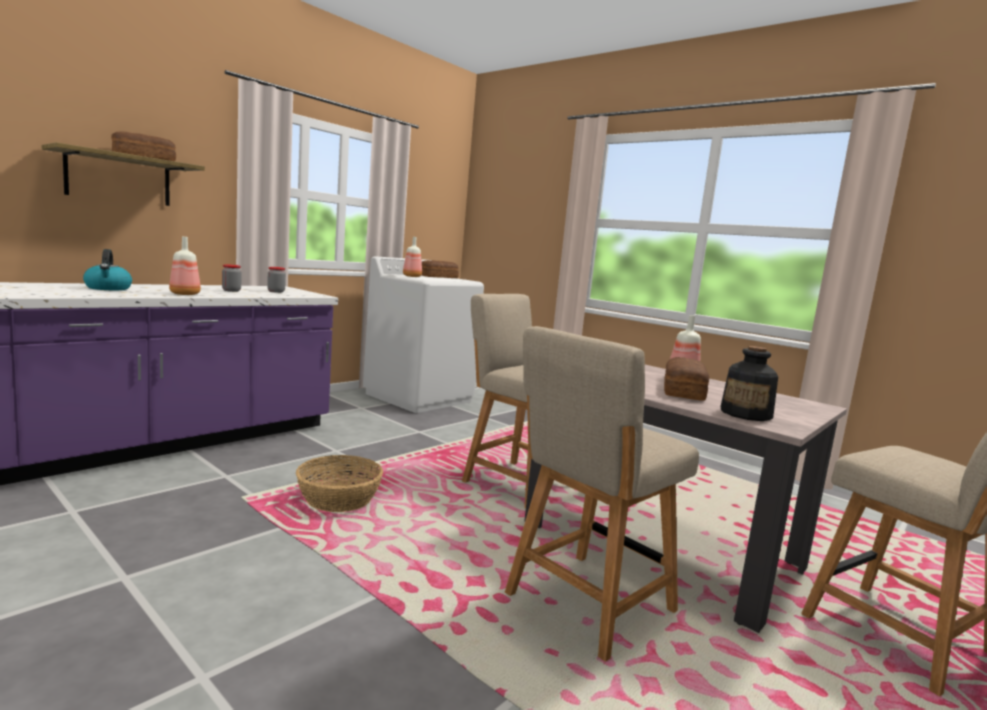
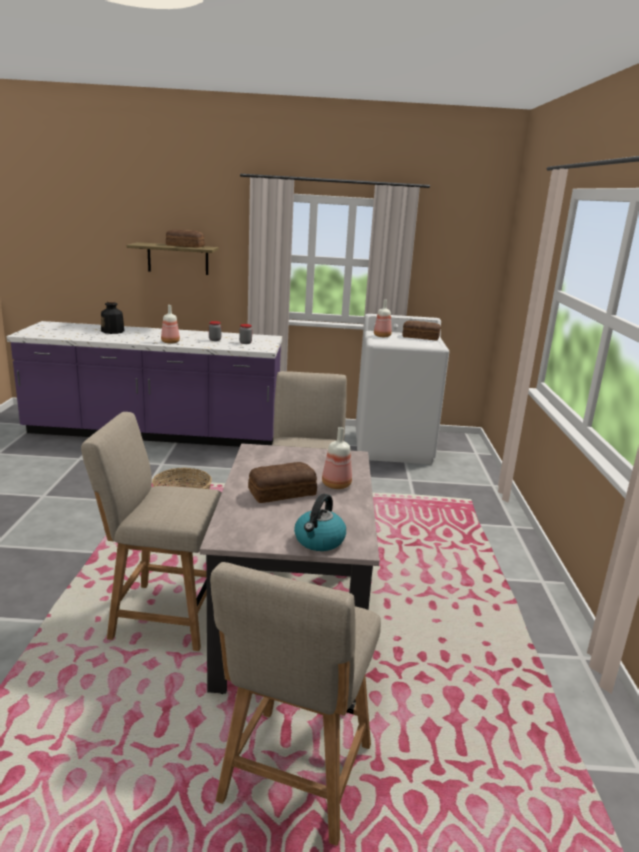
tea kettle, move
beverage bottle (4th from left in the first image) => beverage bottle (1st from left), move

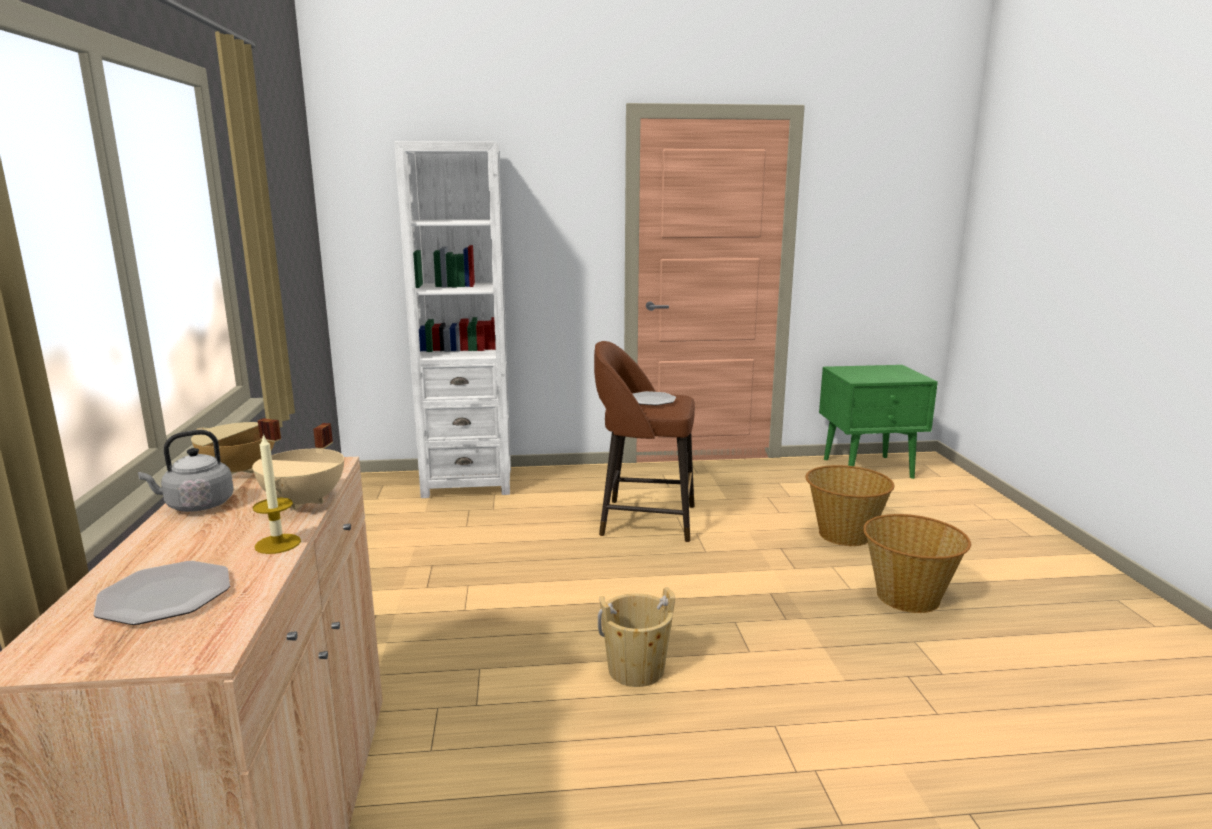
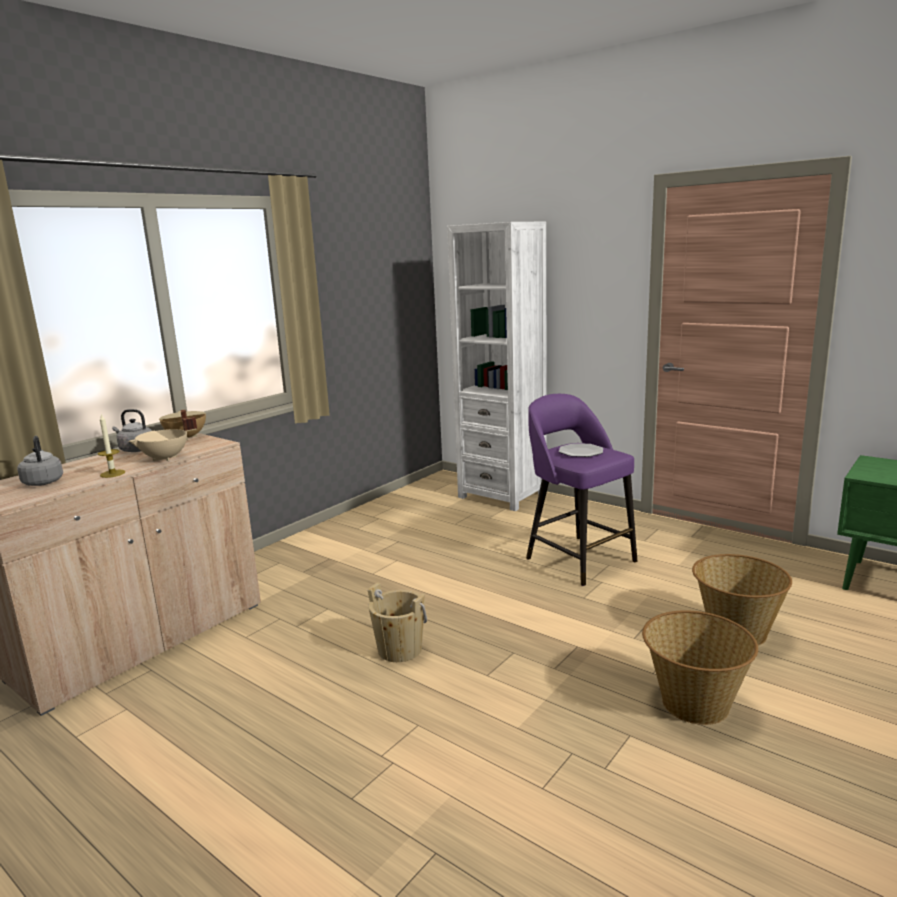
flat dish (1st from left) => tea kettle in grey (1st from left)
sitting stool in brownish => sitting stool in purplish

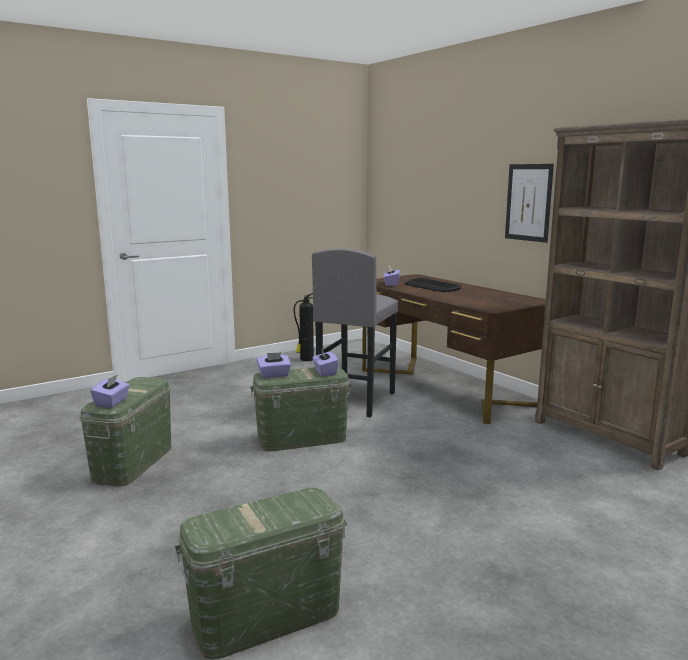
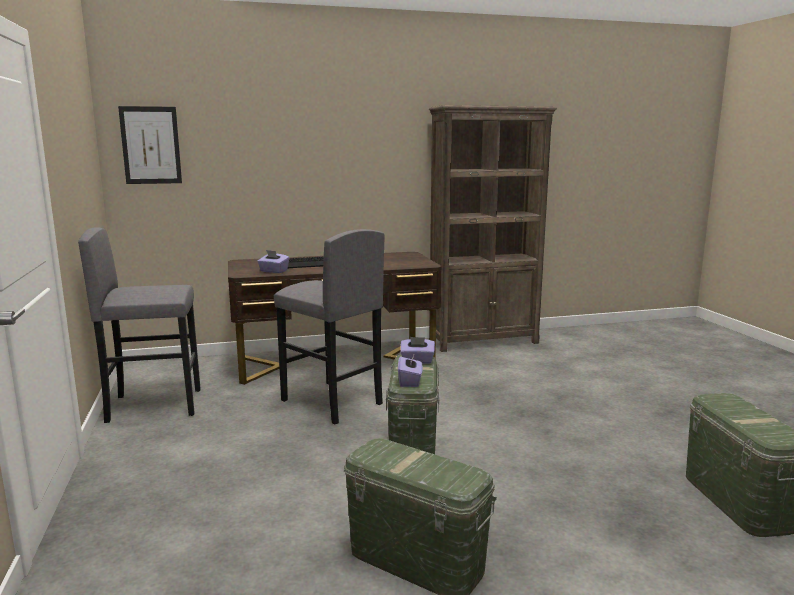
tissue box in purplish (1st from left) => nothing
picture, move
fire extinguisher => sitting stool in grey (1st from left)

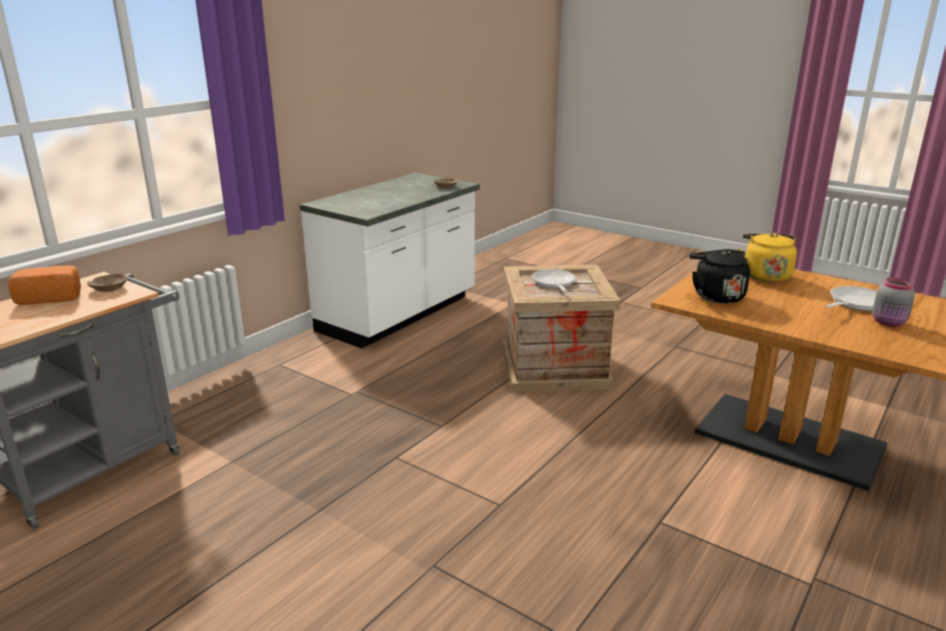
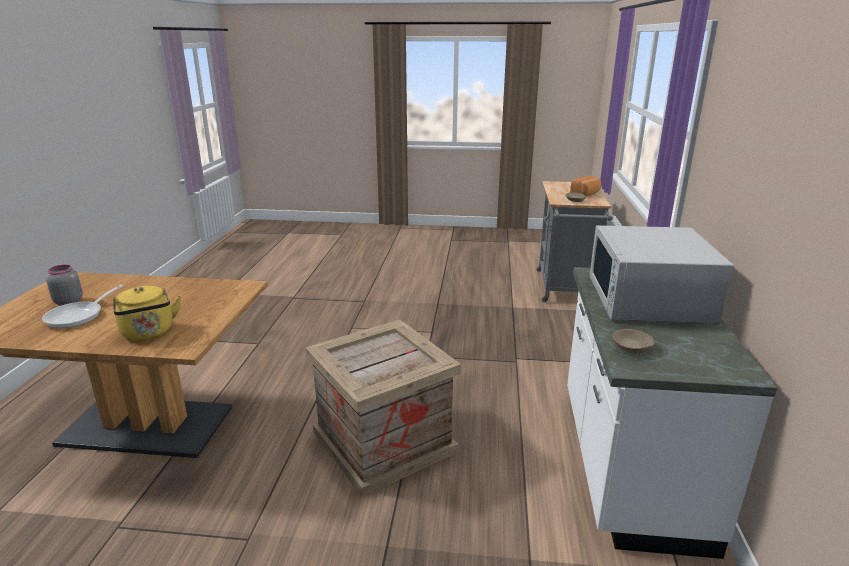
frying pan (1st from left) => nothing
tea kettle in blackish => nothing
nothing => kitchen microwave in white

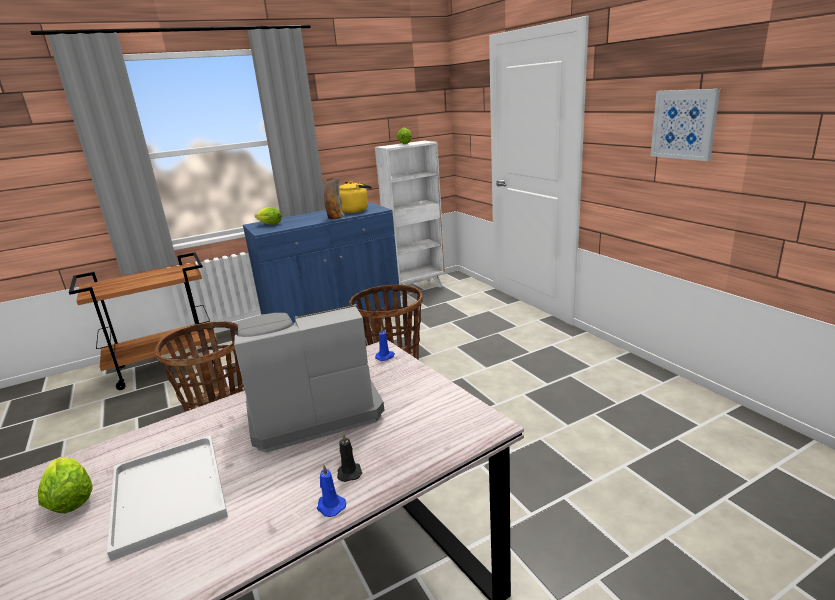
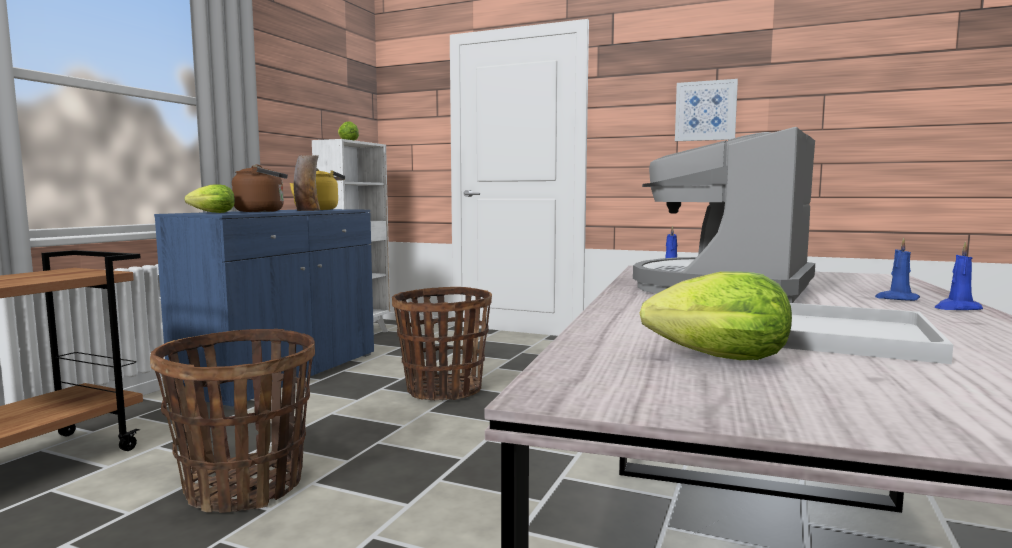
nothing => tea kettle in brownish
candle in blackish => candle in bluish (2nd from left)

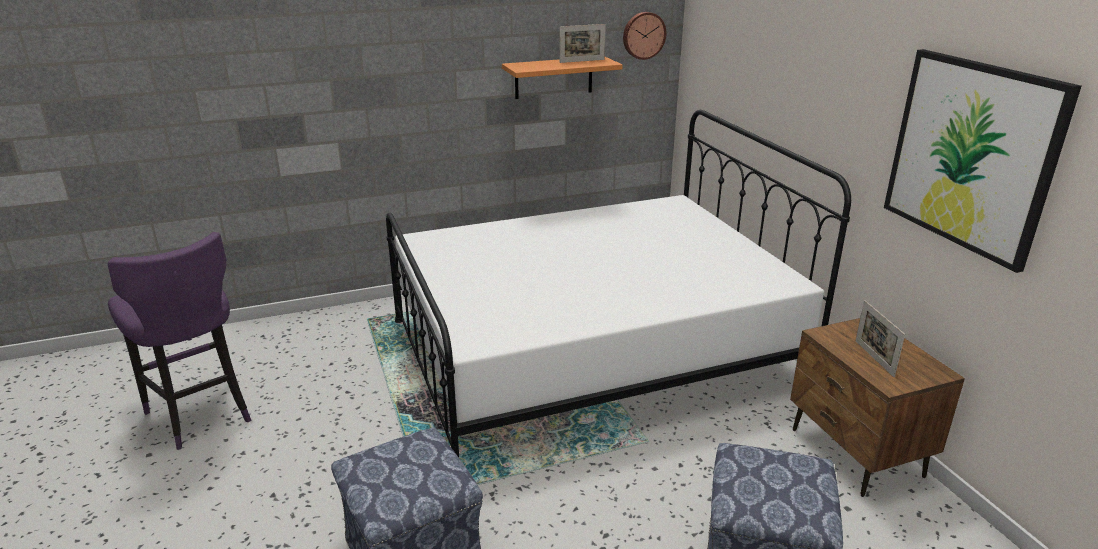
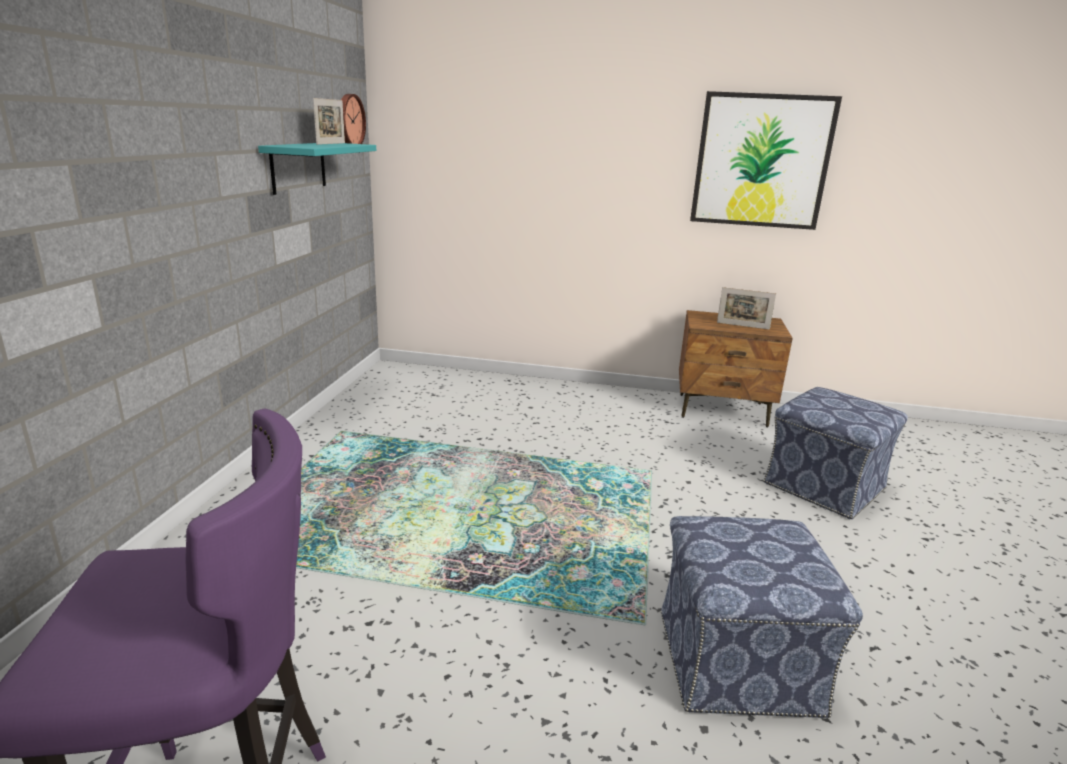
sleeping bed in white => nothing
wall shelf in orange => wall shelf in turquoise-coloured

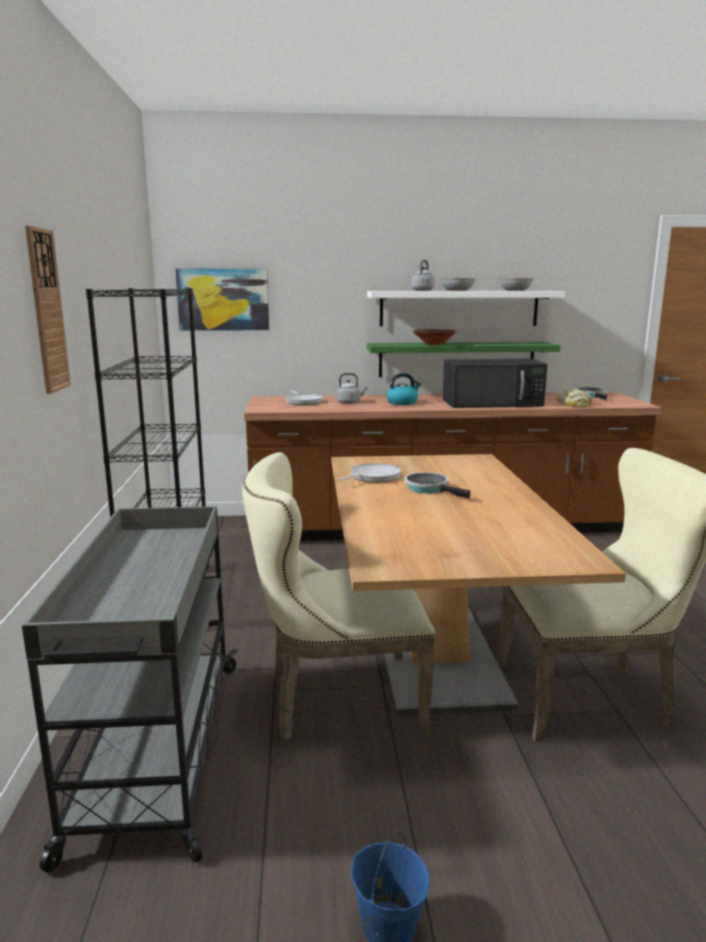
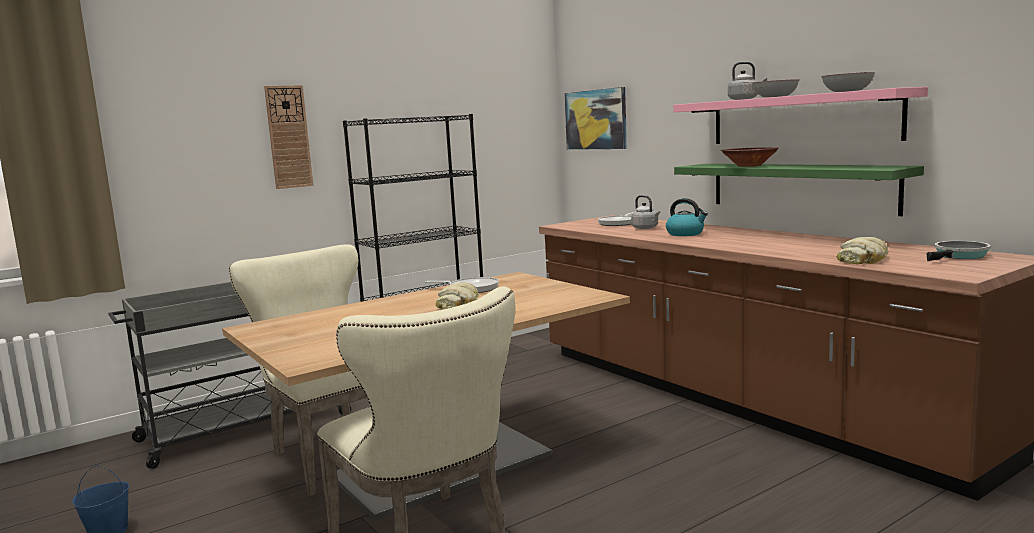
kitchen microwave in blackish => nothing
frying pan (3rd from left) => bread (1st from left)
wall shelf in white => wall shelf in pink

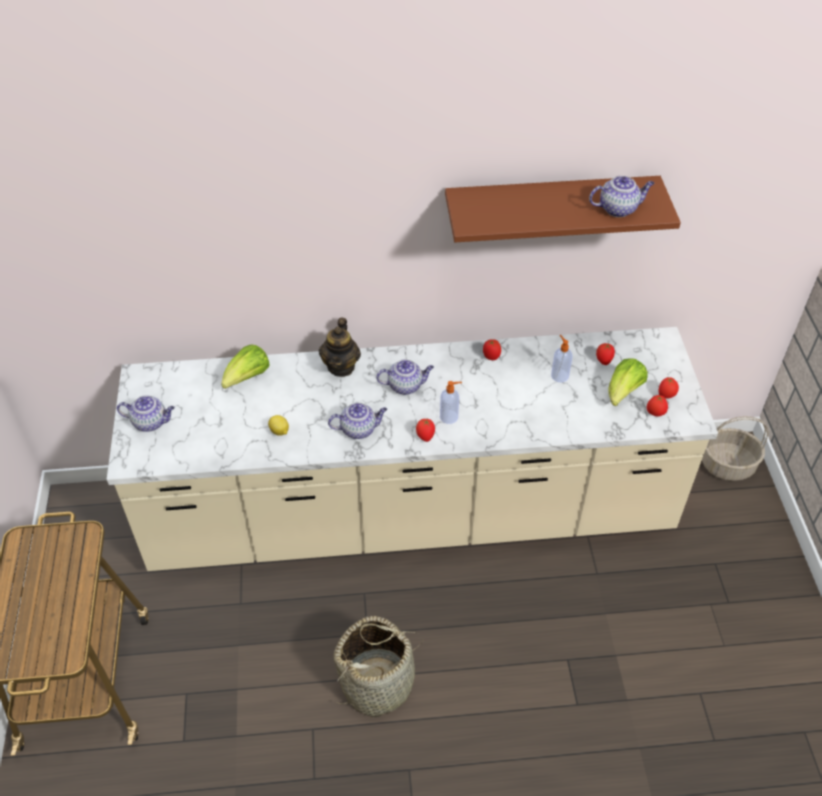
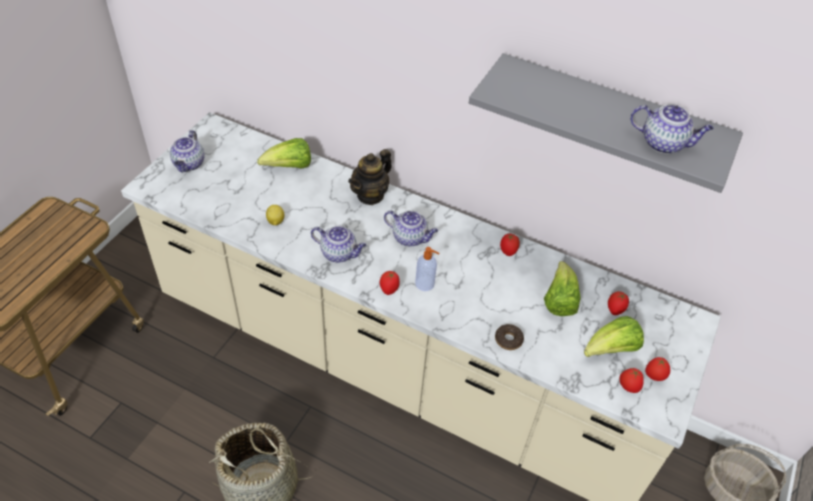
nothing => ring doughnut
soap dispenser (2nd from left) => lettuce (2nd from left)
wall shelf in brownish => wall shelf in grey
pot for tea (1st from left), 60 degrees clockwise

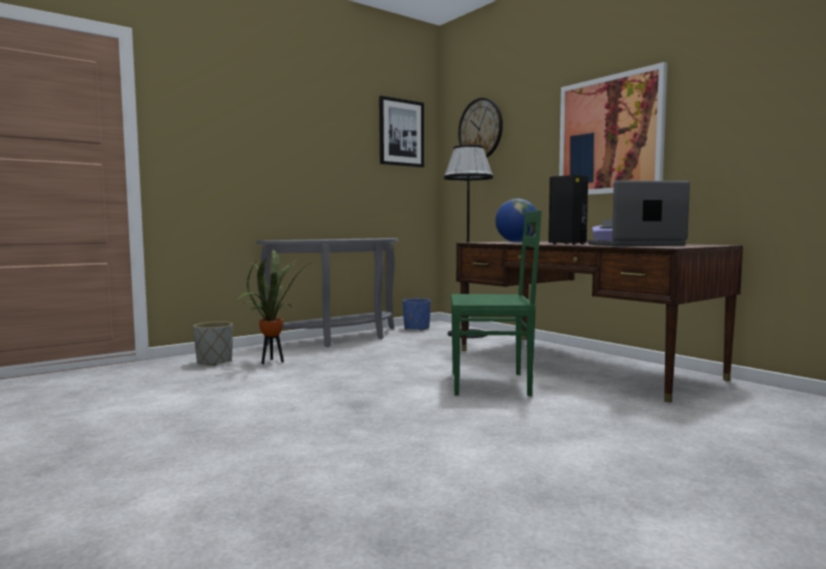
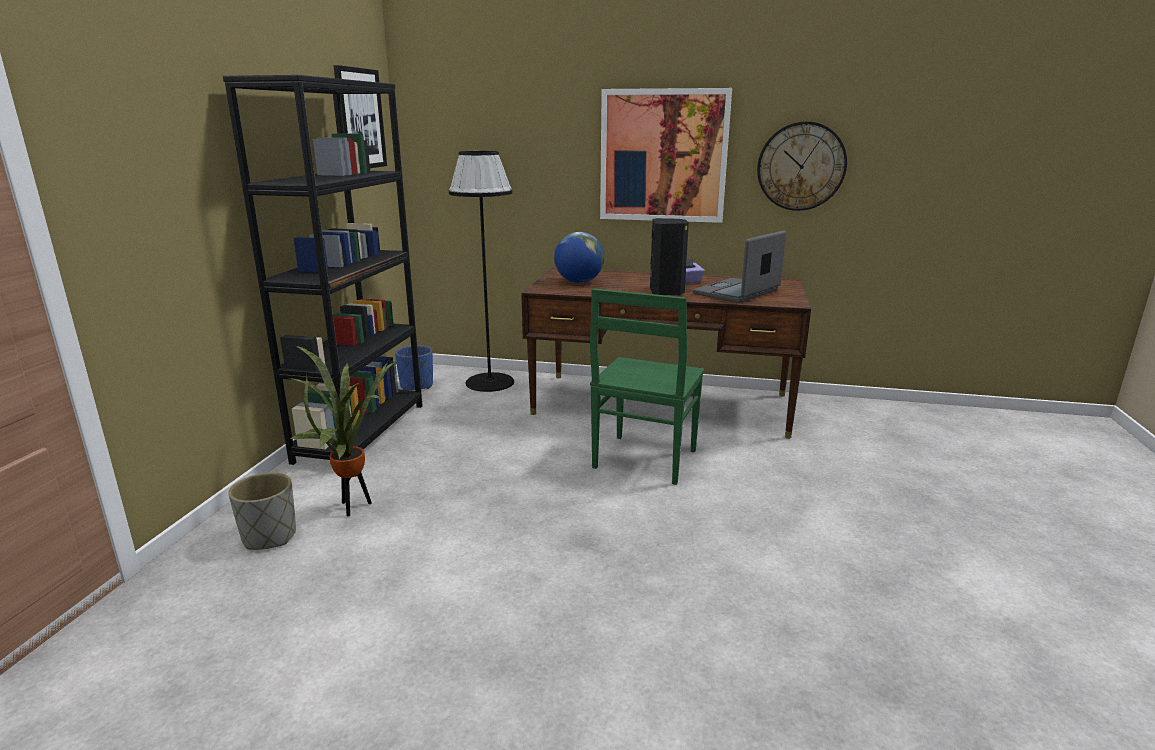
wall clock, move
hall table in grey => bookshelf in blackish
plain chair in green, 150 degrees clockwise

